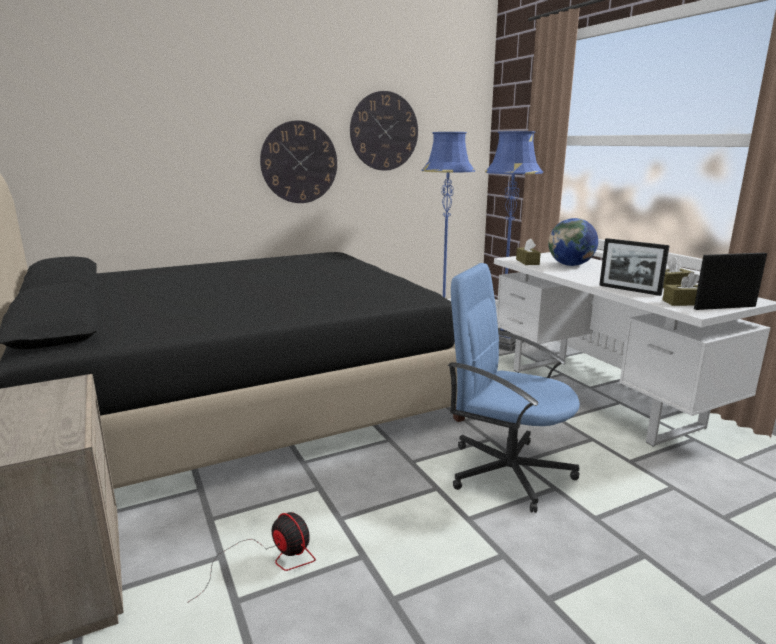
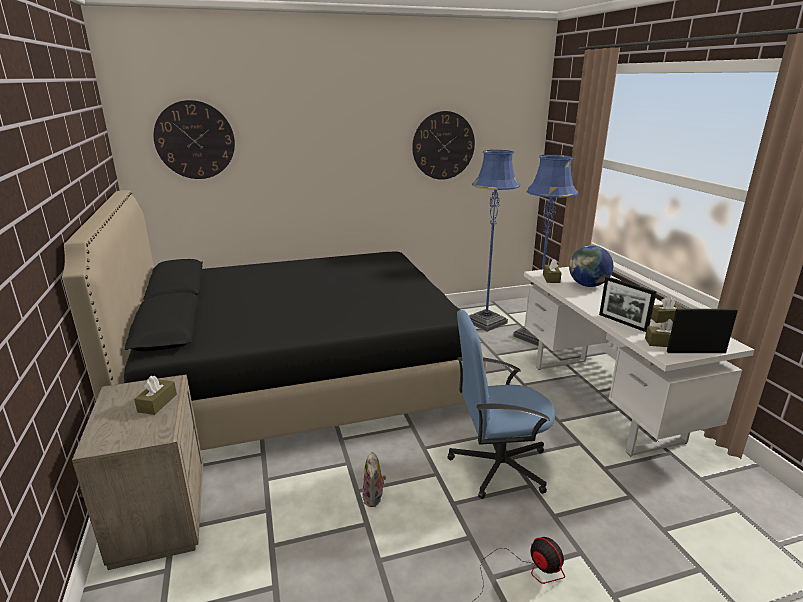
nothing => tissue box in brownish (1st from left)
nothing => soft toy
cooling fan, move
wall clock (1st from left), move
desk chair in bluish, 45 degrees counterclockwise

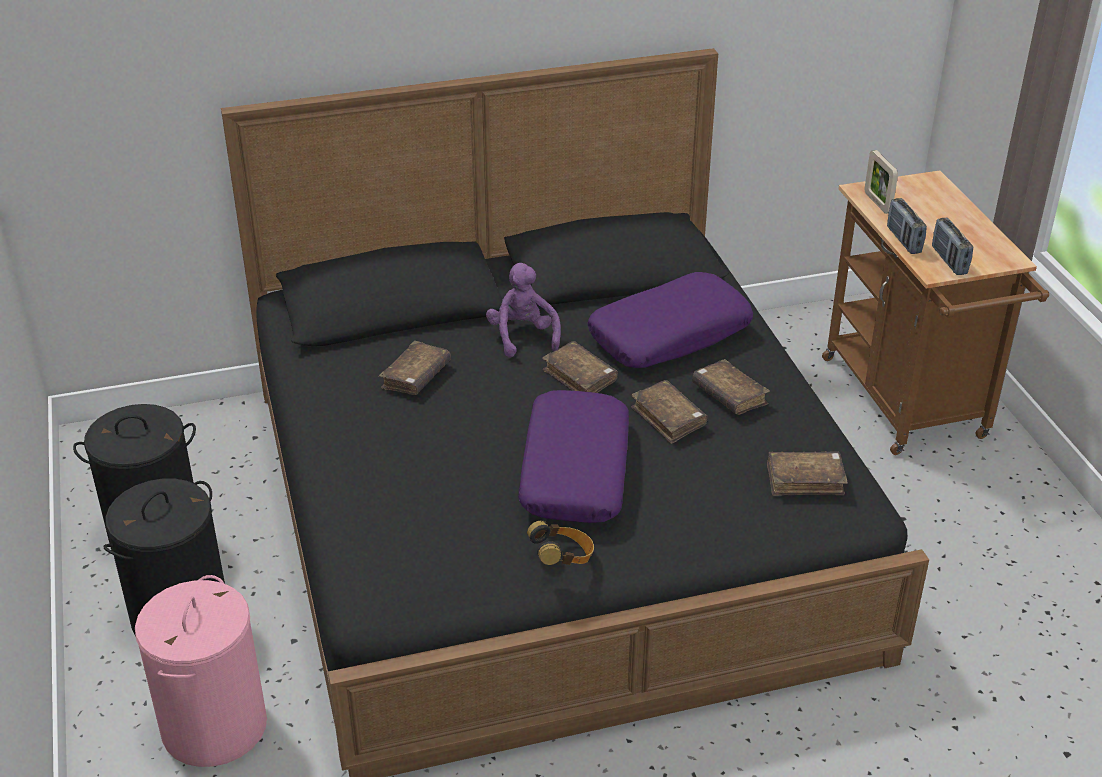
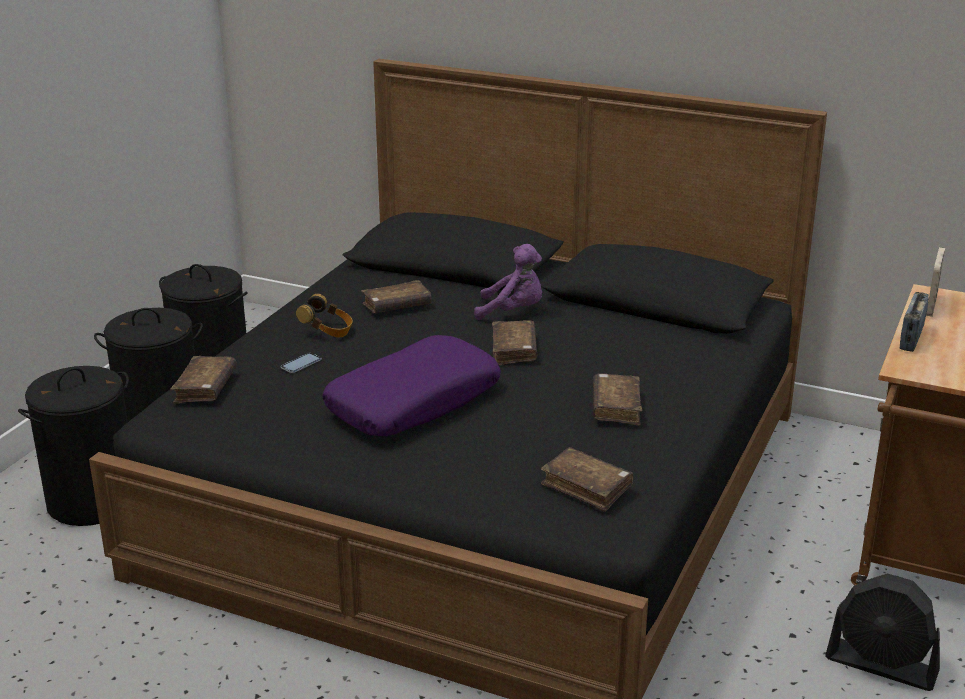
pillow in purplish (2nd from left) => nothing
radio set (2nd from left) => nothing
nothing => handset
nothing => cooling fan in blackish
headphones, move
volume in brownish (3rd from left in the first image) => volume in brownish (1st from left), move
laundry basket in pink => laundry basket in blackish (1st from left)
soft toy in purplish, 75 degrees clockwise

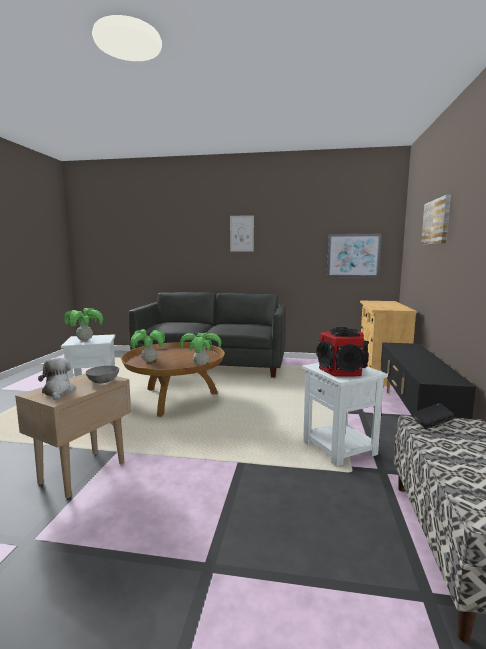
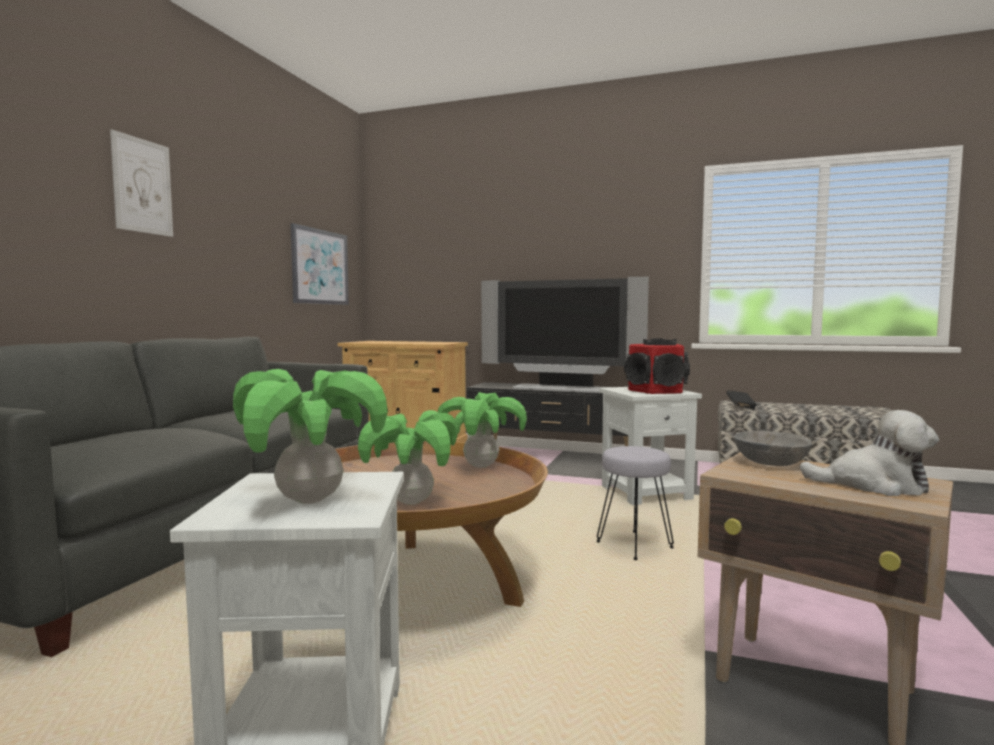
picture (3rd from left) => nothing
nothing => television
nothing => sitting stool in grey
soft toy, 150 degrees counterclockwise

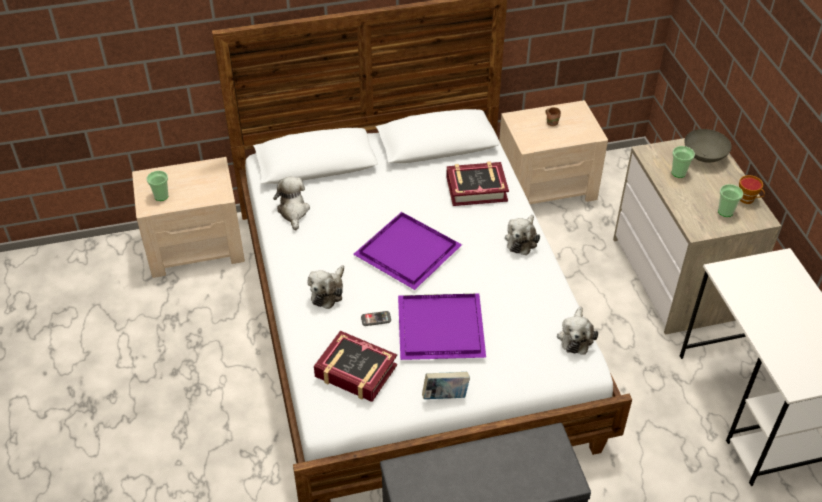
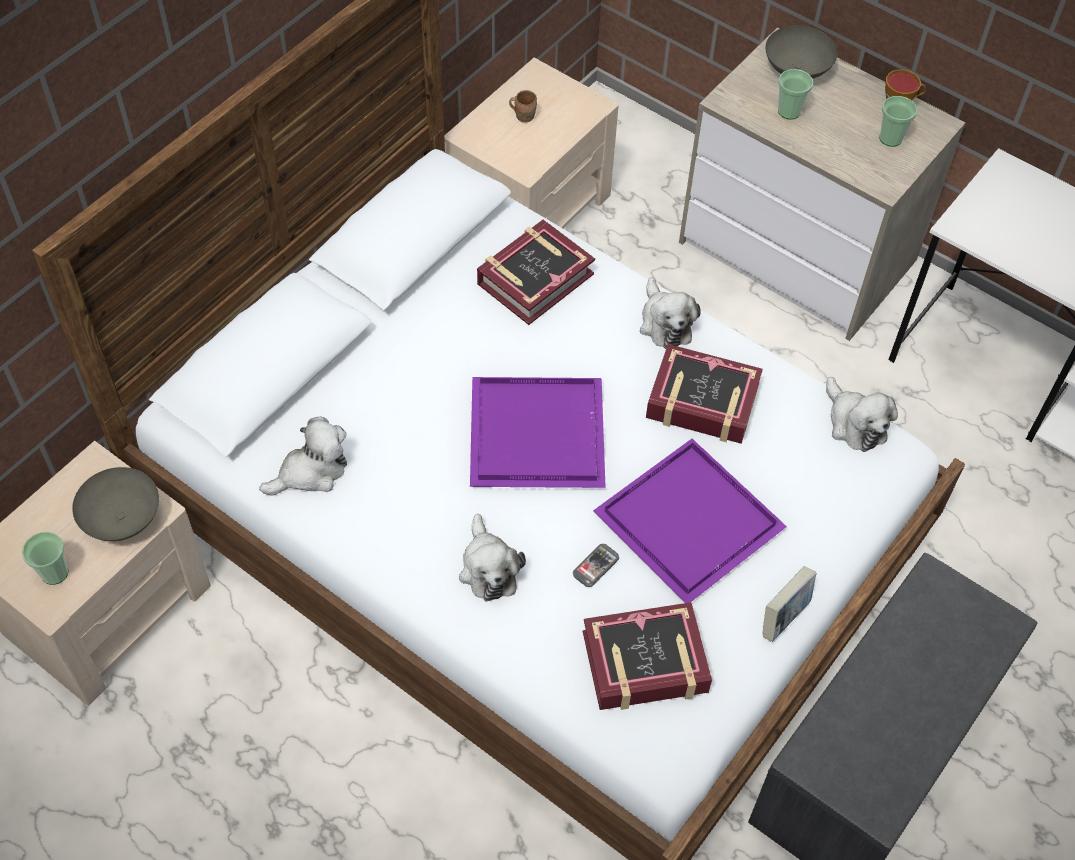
nothing => bowl in grey (1st from left)
nothing => volume (3rd from left)
soft toy (1st from left), 105 degrees clockwise

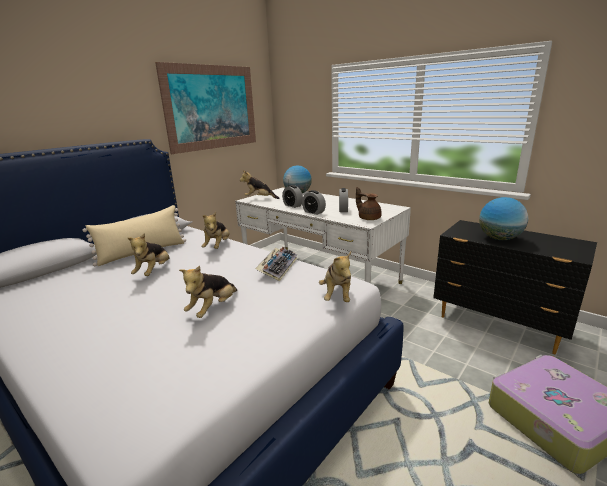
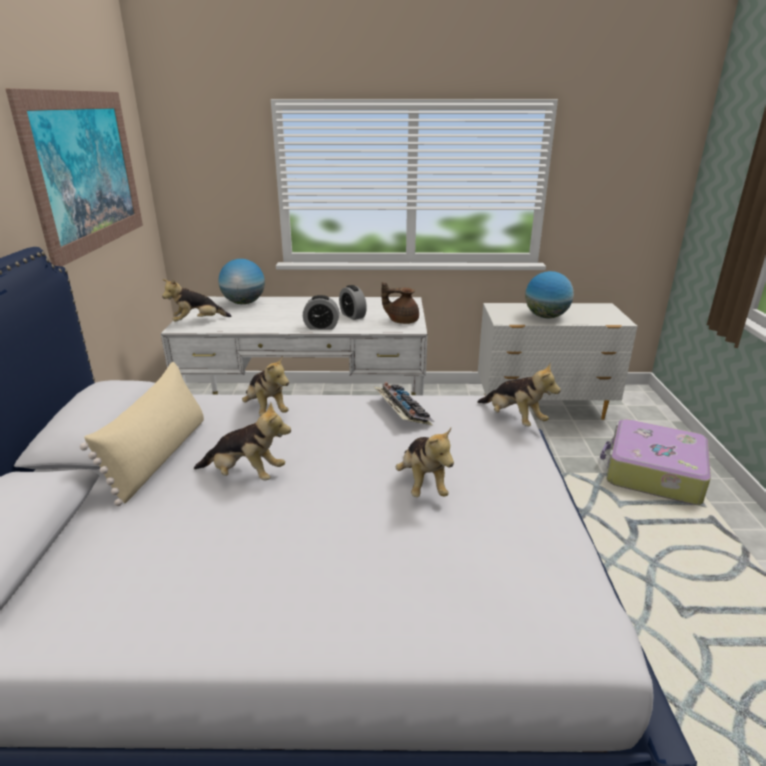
bedside clock (1st from left) => nothing
drawer chest in blackish => drawer chest in white
soft toy (1st from left in the first image) => soft toy (2nd from left), 45 degrees counterclockwise

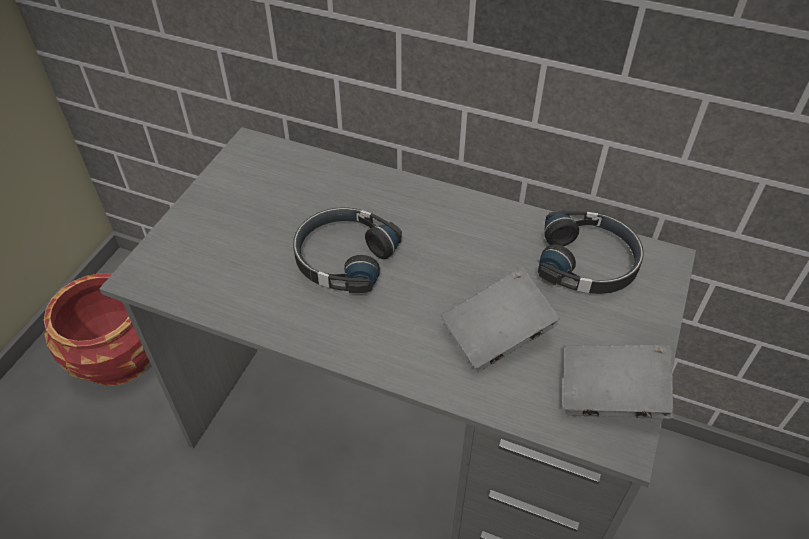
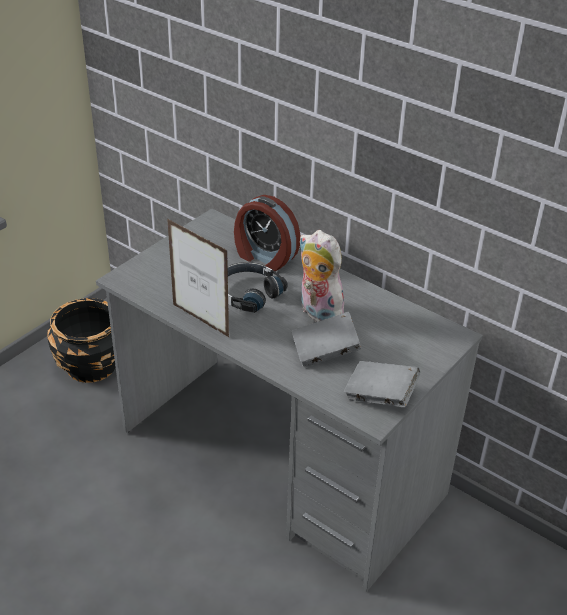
headphones in blackish (2nd from left) => nothing
nothing => picture frame
nothing => bedside clock
nothing => soft toy
planter in reddish => planter in blackish

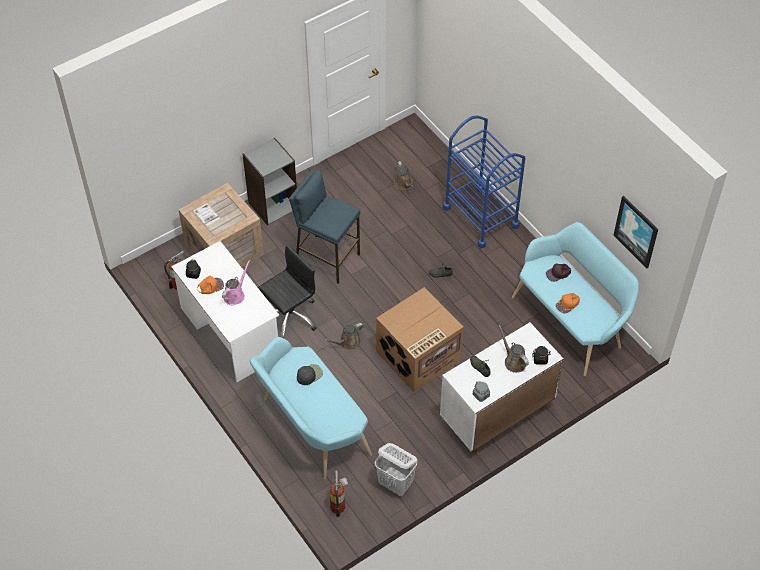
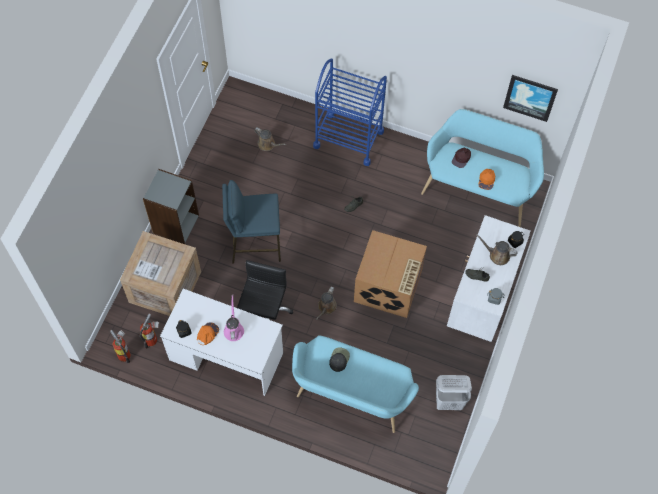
fire extinguisher (2nd from left in the first image) => fire extinguisher (1st from left), move

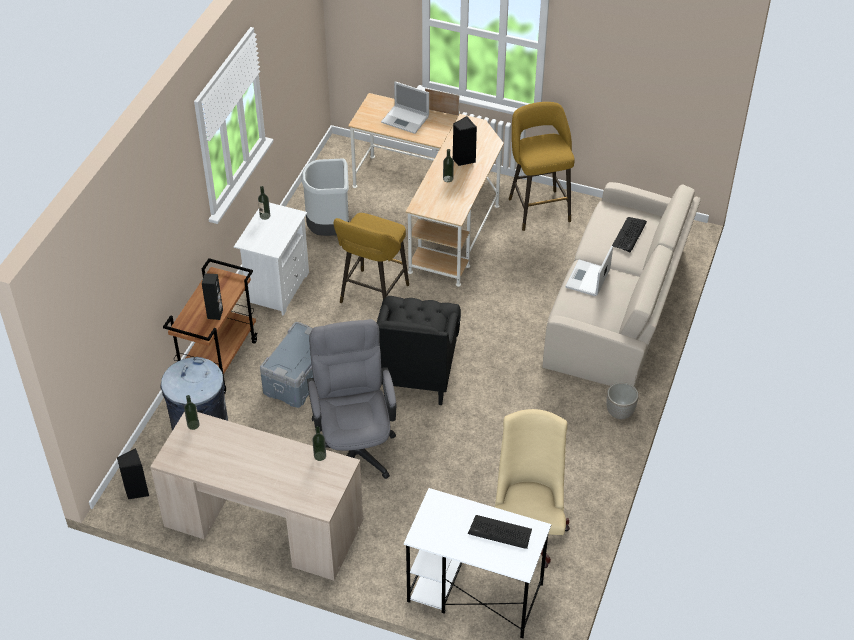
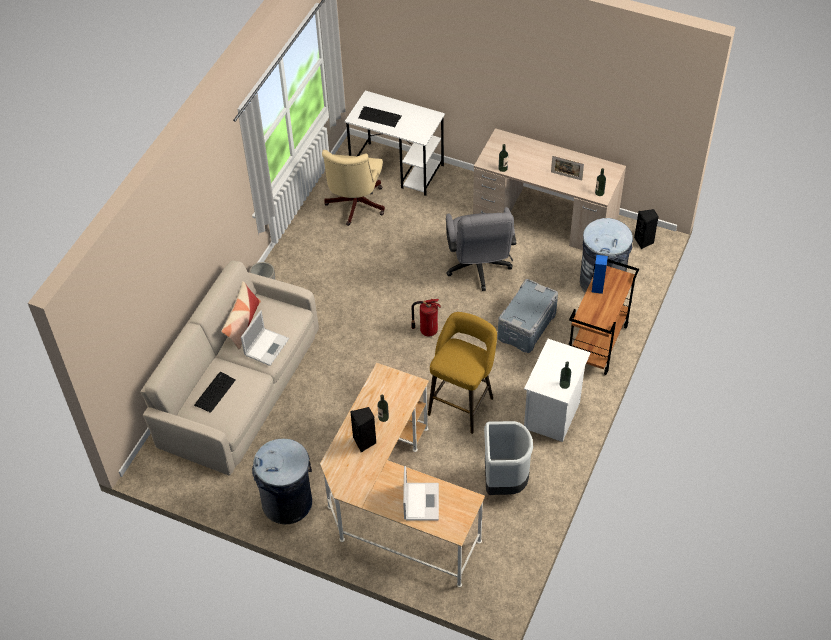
nothing => pillow
picture frame, move
armchair in blackish => fire extinguisher
sitting stool in yellowish (2nd from left) => waste bin in grey (1st from left)
audio speaker in blackish (2nd from left) => audio speaker in bluish
portable computer (1st from left in the first image) => portable computer (2nd from left), 60 degrees clockwise

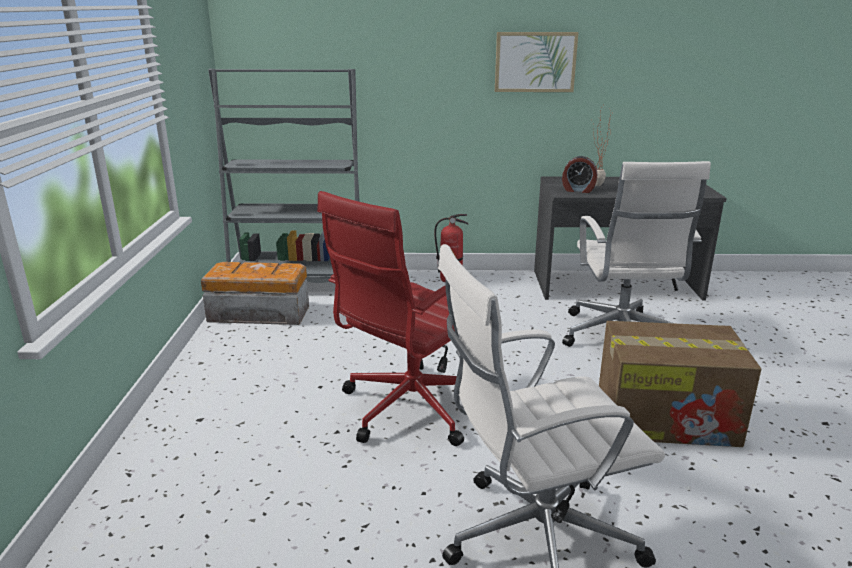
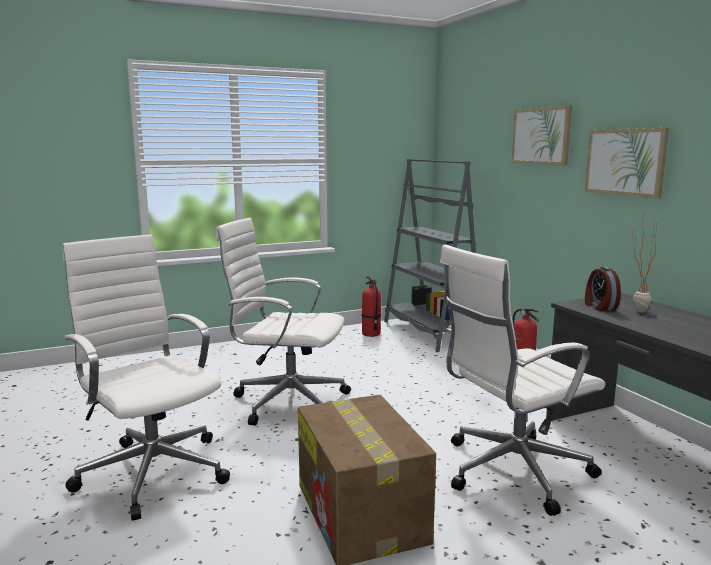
nothing => picture (1st from left)
storage container => fire extinguisher (1st from left)
desk chair in reddish => desk chair in white (2nd from left)

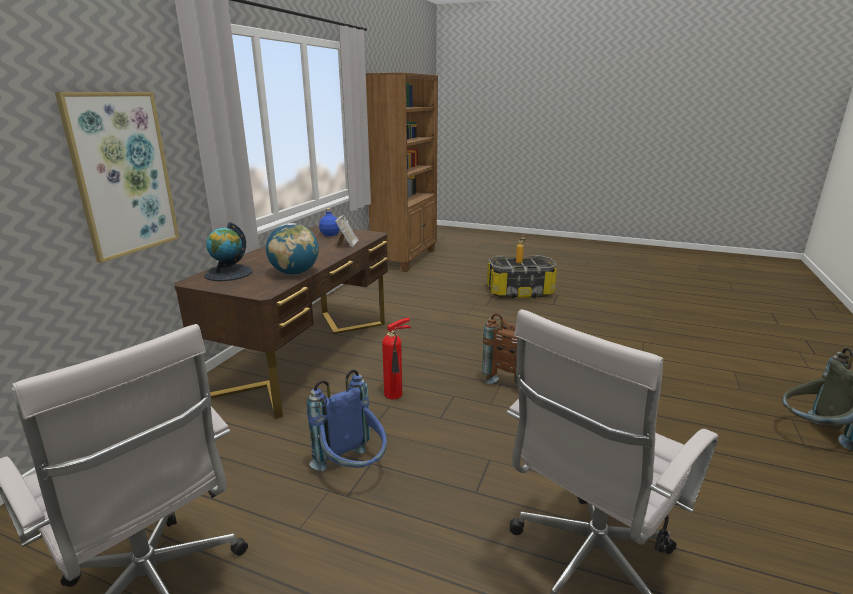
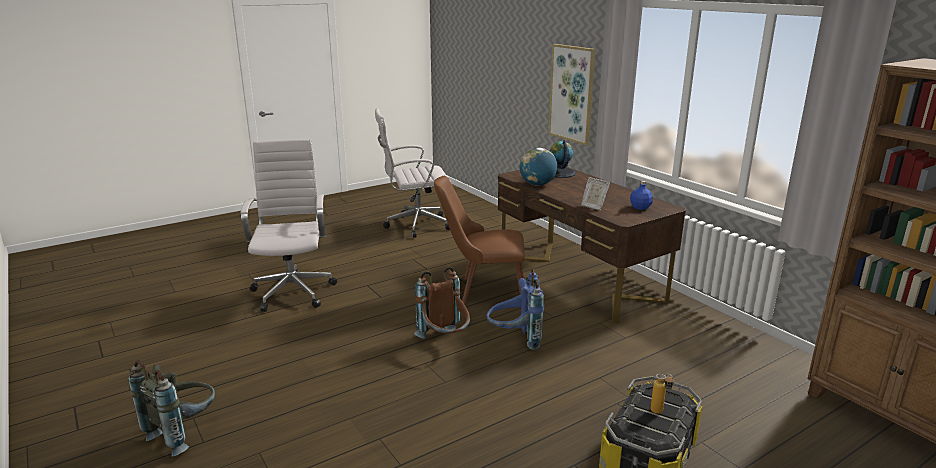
knapsack in bluish, move
fire extinguisher => plain chair in brownish

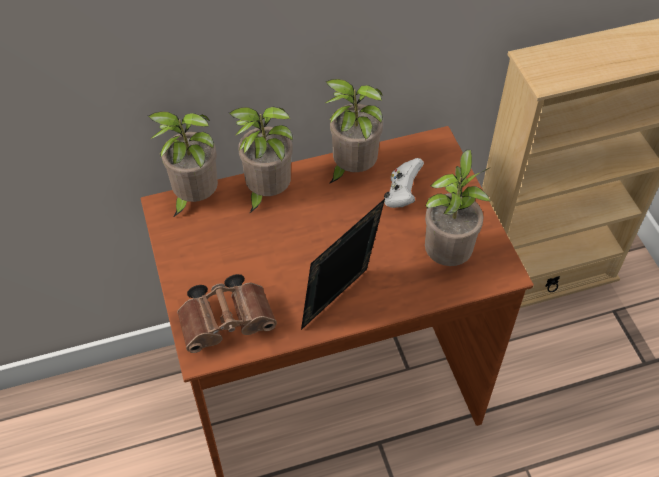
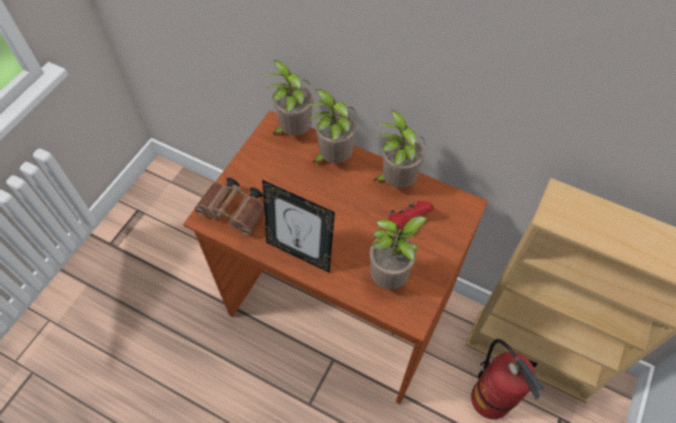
nothing => fire extinguisher
joypad in white => joypad in reddish
picture frame, 150 degrees counterclockwise

